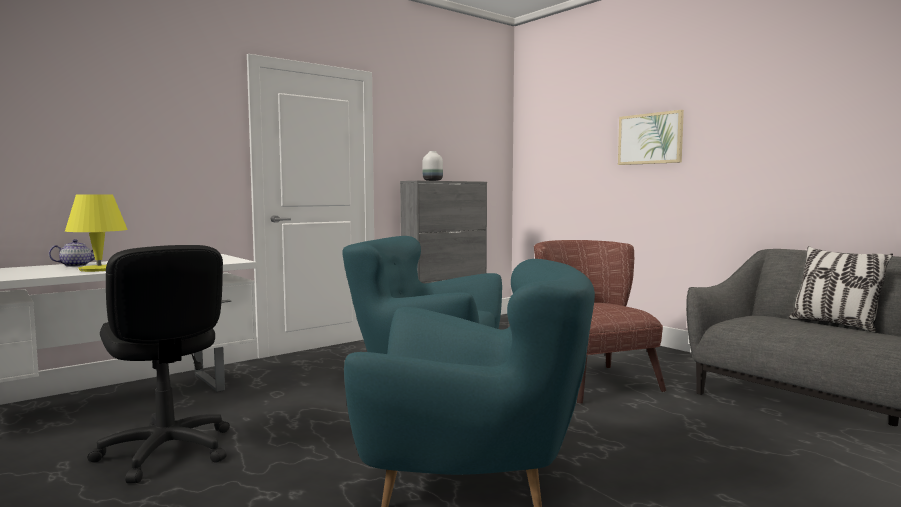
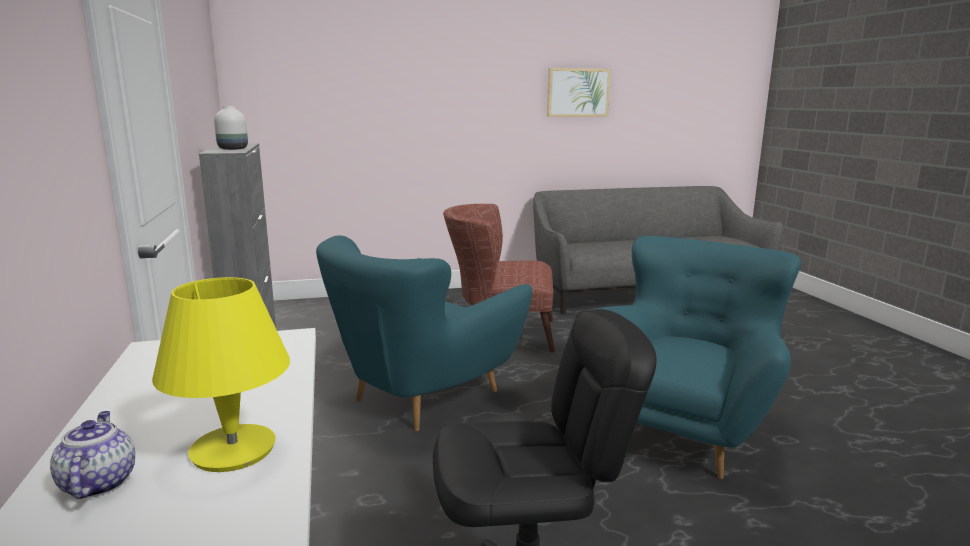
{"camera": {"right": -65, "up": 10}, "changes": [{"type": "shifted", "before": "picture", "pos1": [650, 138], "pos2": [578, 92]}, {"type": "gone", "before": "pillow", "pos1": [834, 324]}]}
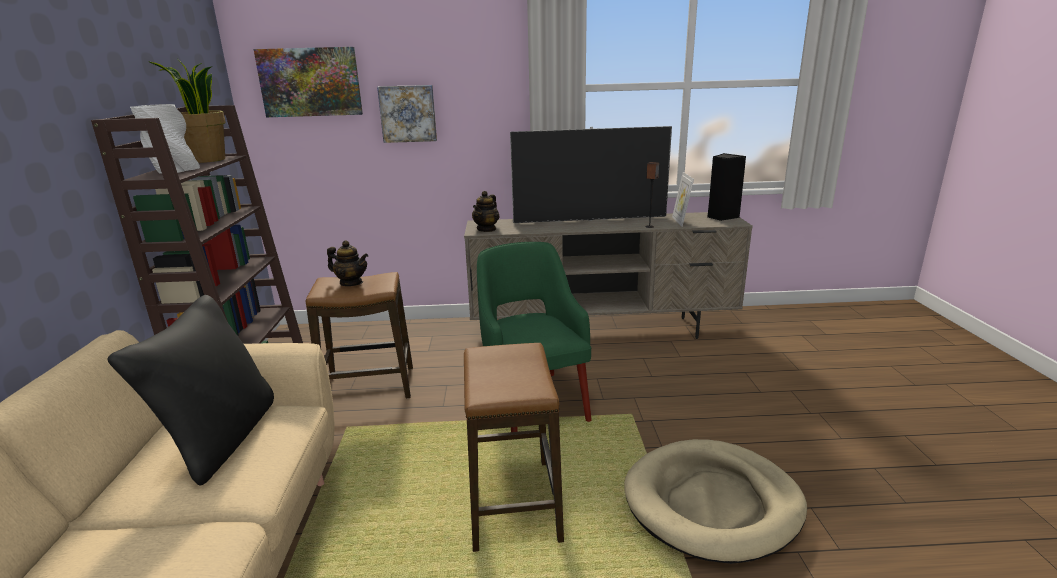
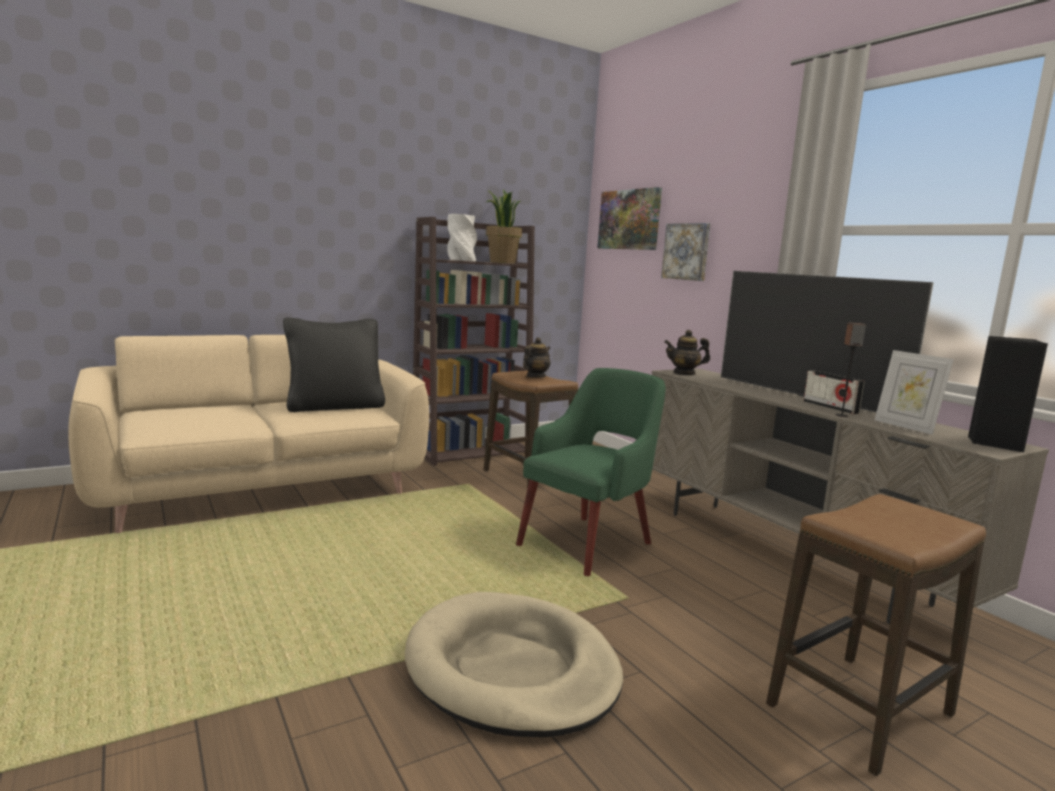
{"camera": {"right": 60, "up": -10}, "changes": [{"type": "rotated", "before": "picture frame", "pos1": [680, 221], "pos2": [905, 426], "turn": -90}, {"type": "rotated", "before": "teapot", "pos1": [351, 283], "pos2": [535, 377], "turn": -135}, {"type": "shifted", "before": "stool", "pos1": [513, 503], "pos2": [860, 710]}, {"type": "new", "after": "radio", "pos2": [830, 407]}]}
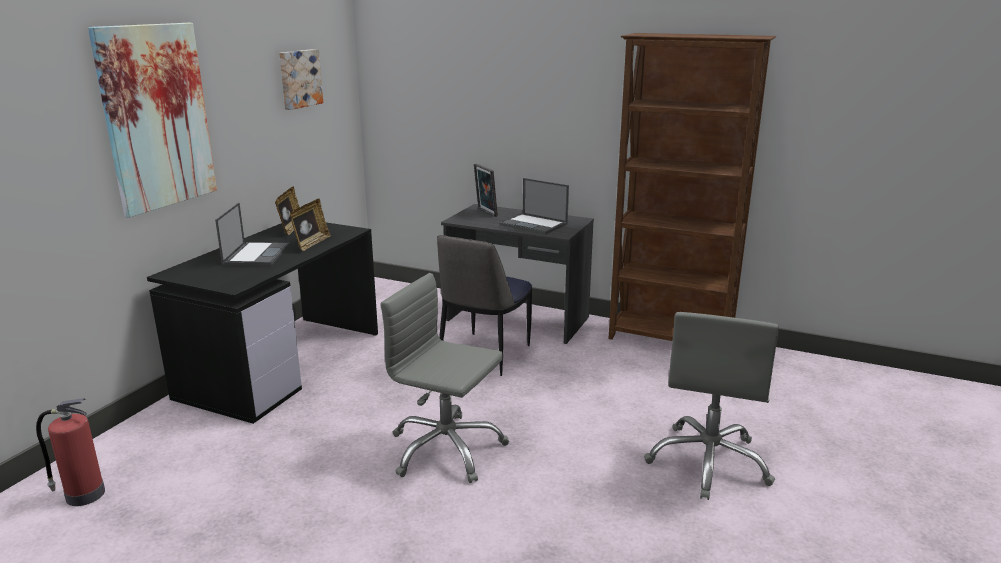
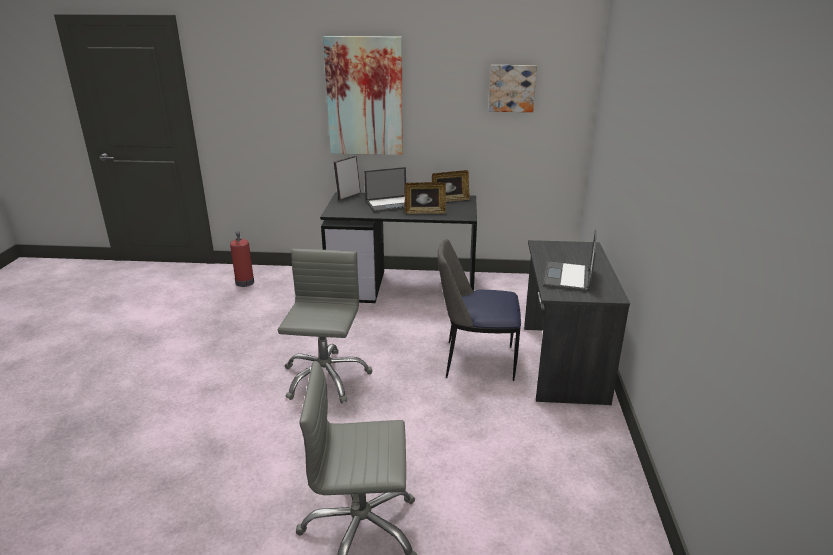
{"camera": {"right": 70, "up": 5}, "changes": [{"type": "gone", "before": "brown bookcase", "pos1": [671, 340]}, {"type": "shifted", "before": "picture frame", "pos1": [485, 212], "pos2": [348, 196]}]}
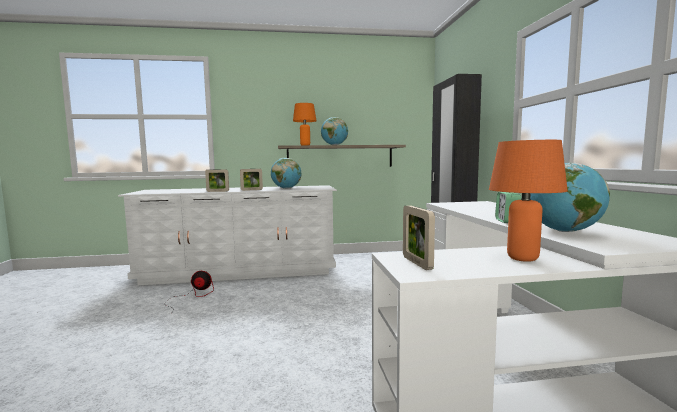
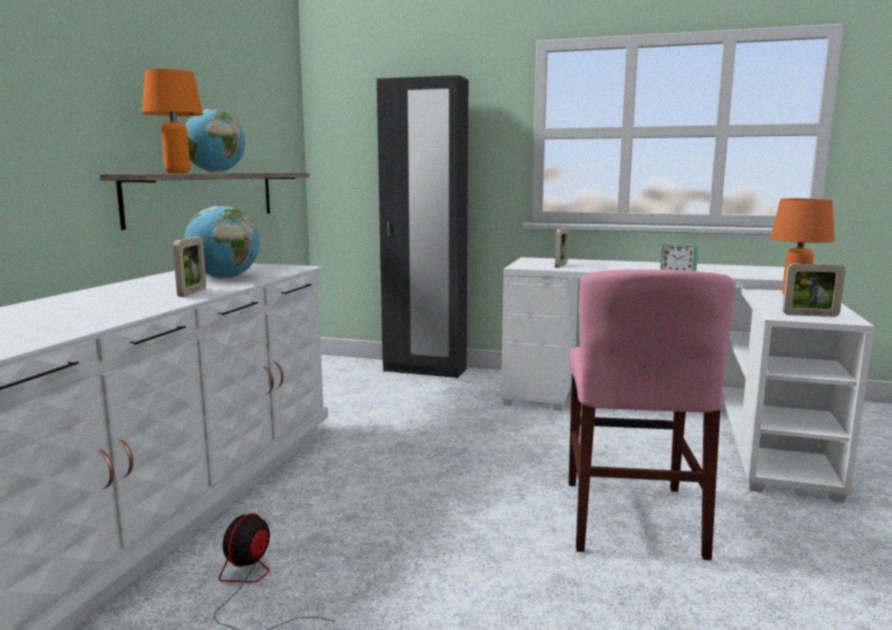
{"camera": {"right": -65, "up": 5}, "changes": [{"type": "gone", "before": "globe", "pos1": [564, 231]}, {"type": "shifted", "before": "picture frame", "pos1": [217, 191], "pos2": [561, 265]}, {"type": "new", "after": "pink chair", "pos2": [631, 517]}]}
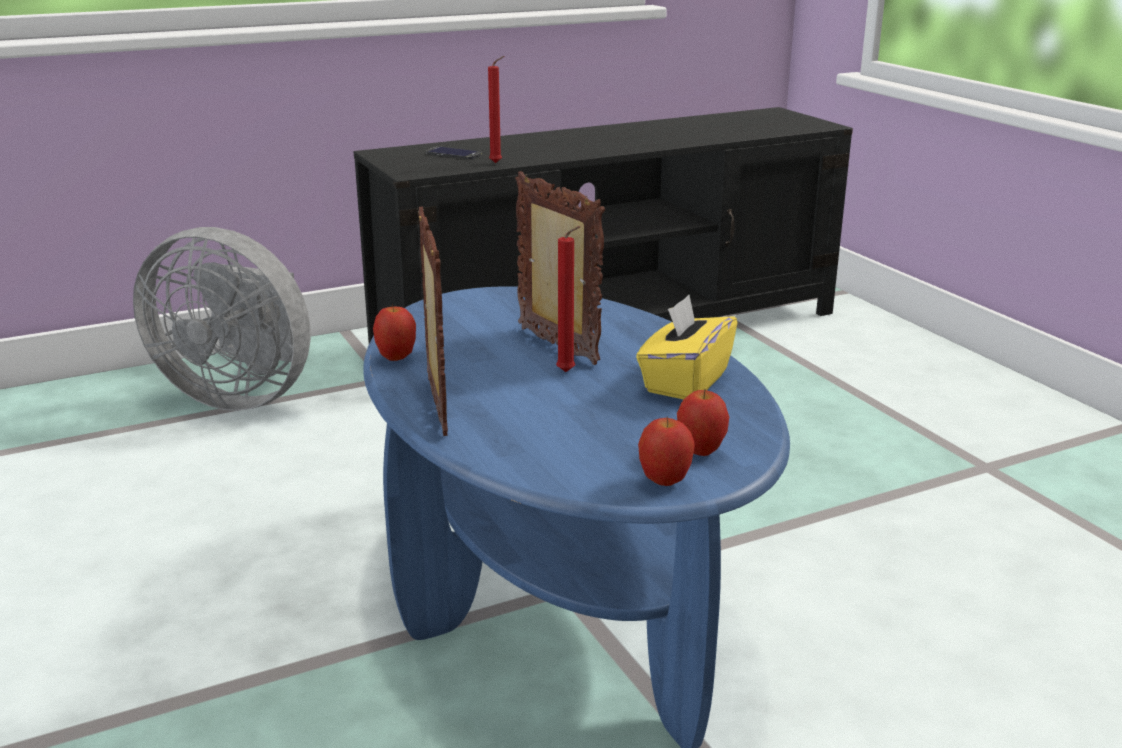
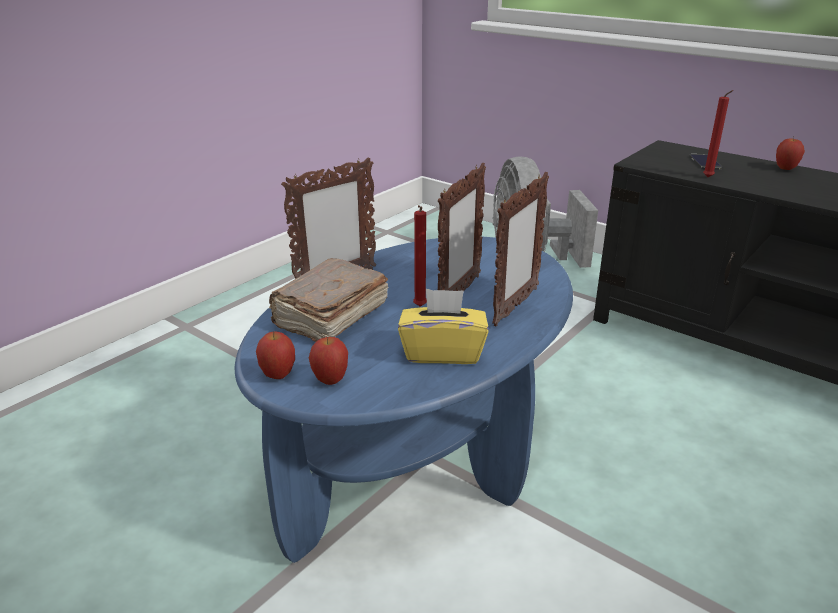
{"camera": {"right": 65, "up": 5}, "changes": [{"type": "shifted", "before": "apple", "pos1": [396, 358], "pos2": [785, 169]}, {"type": "new", "after": "picture frame", "pos2": [515, 307]}, {"type": "new", "after": "brown book", "pos2": [329, 317]}]}
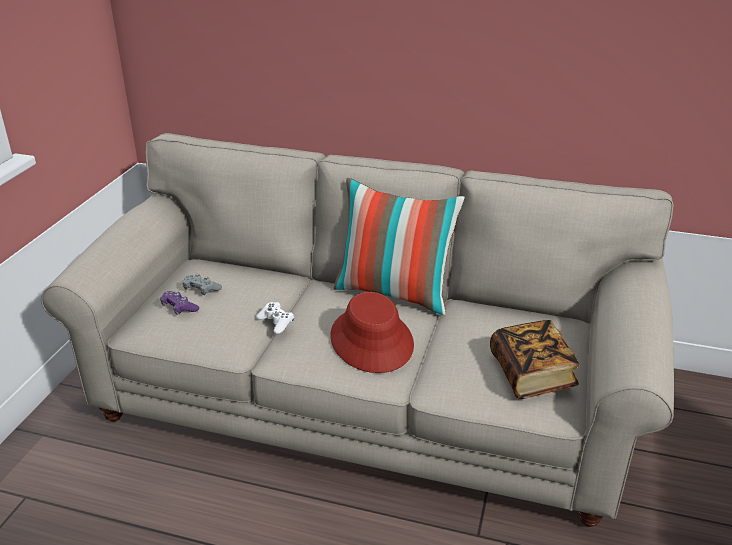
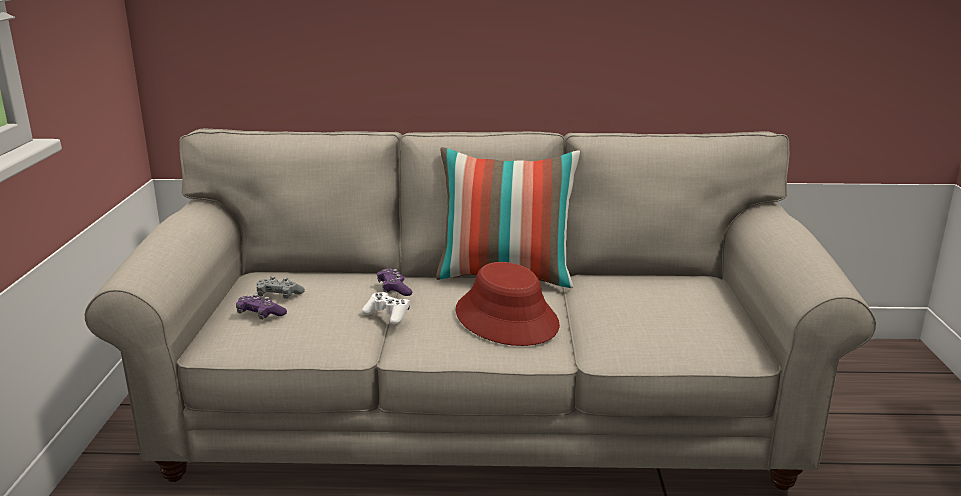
{"camera": {"right": -15, "up": -10}, "changes": [{"type": "gone", "before": "book", "pos1": [531, 374]}, {"type": "new", "after": "purple game controller", "pos2": [394, 289]}]}
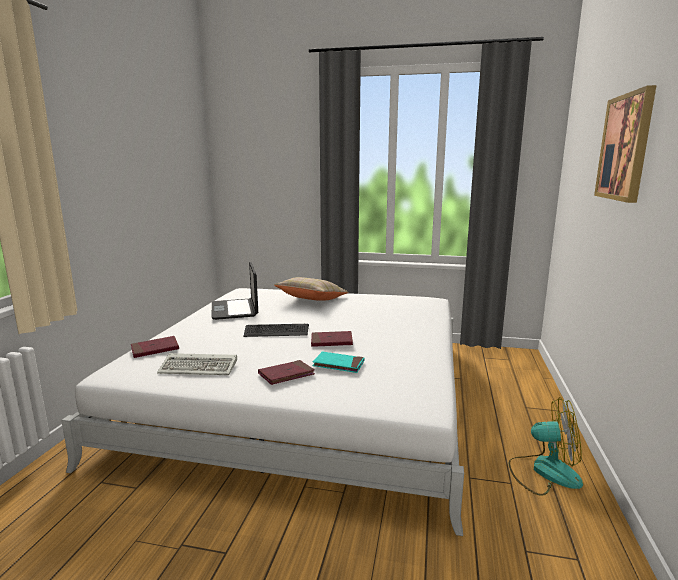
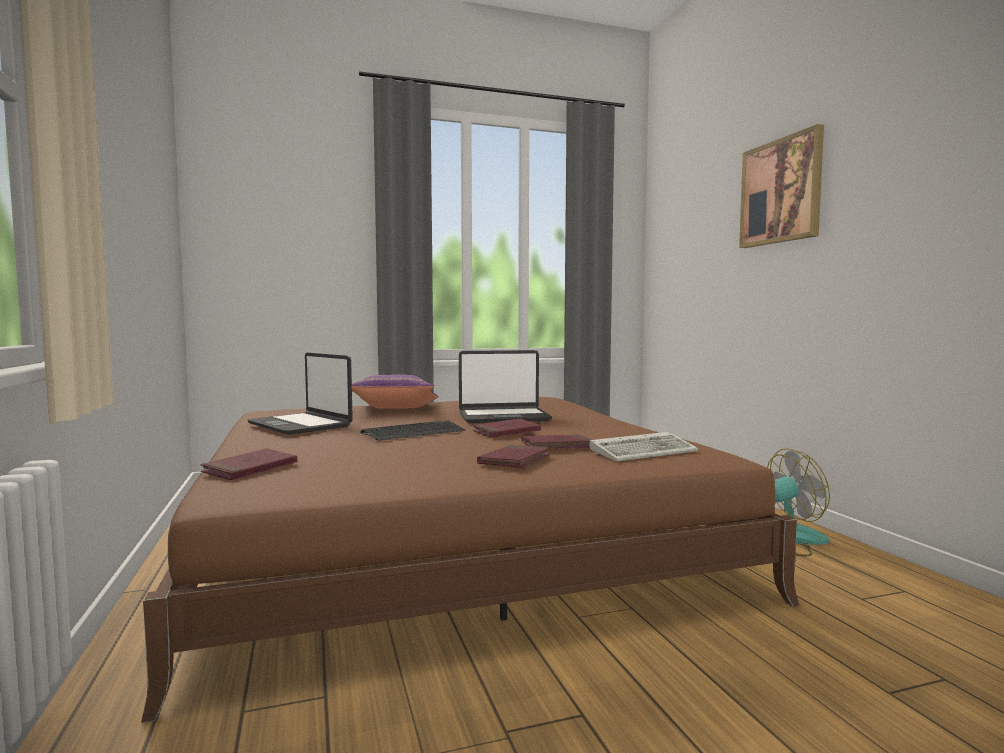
{"camera": {"right": -30, "up": -10}, "changes": [{"type": "repainted", "before": "beige pillow", "after": "purple pillow", "pos1": [312, 300], "pos2": [396, 409]}, {"type": "repainted", "before": "white bed", "after": "brown bed", "pos1": [306, 396], "pos2": [447, 534]}, {"type": "repainted", "before": "turquoise book", "after": "red book", "pos1": [338, 364], "pos2": [557, 446]}, {"type": "shifted", "before": "keyboard", "pos1": [200, 367], "pos2": [644, 451]}, {"type": "new", "after": "laptop", "pos2": [503, 417]}]}
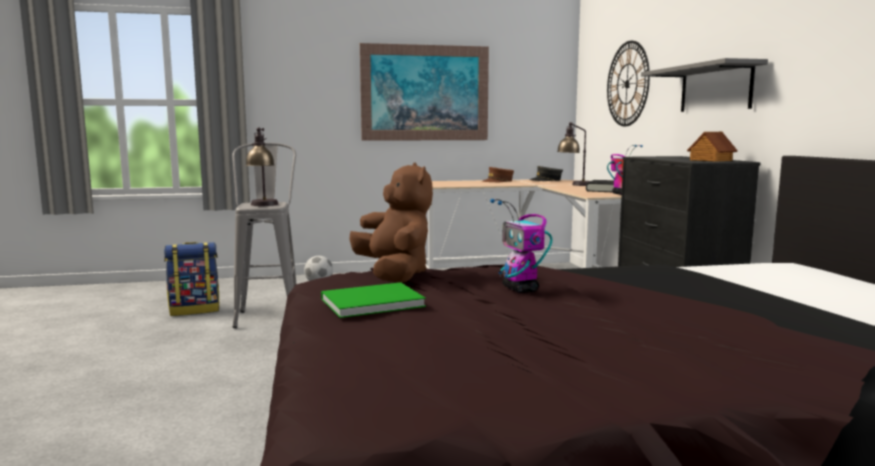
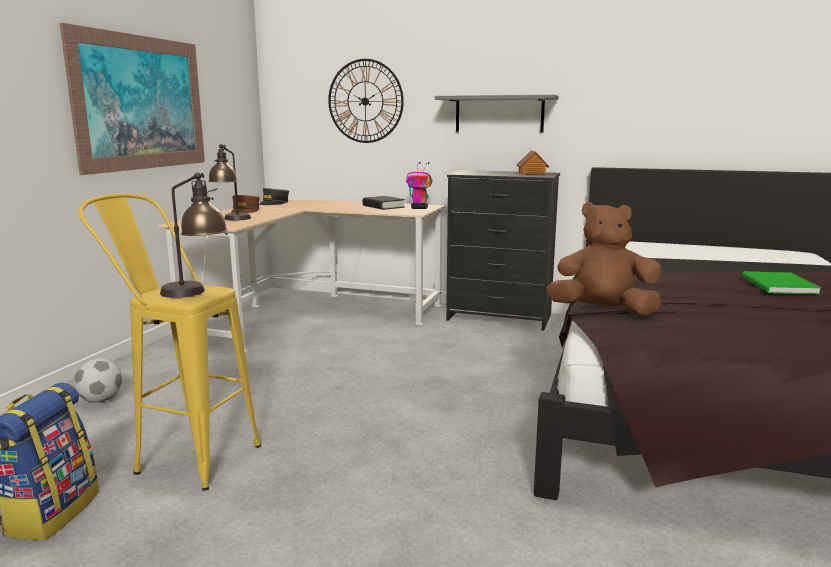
{"camera": {"right": -60, "up": 5}, "changes": [{"type": "shifted", "before": "table lamp", "pos1": [575, 185], "pos2": [232, 220]}, {"type": "repainted", "before": "grey stool", "after": "yellow stool", "pos1": [269, 314], "pos2": [184, 456]}, {"type": "gone", "before": "toy robot", "pos1": [520, 289]}, {"type": "shifted", "before": "green book", "pos1": [368, 302], "pos2": [778, 285]}]}
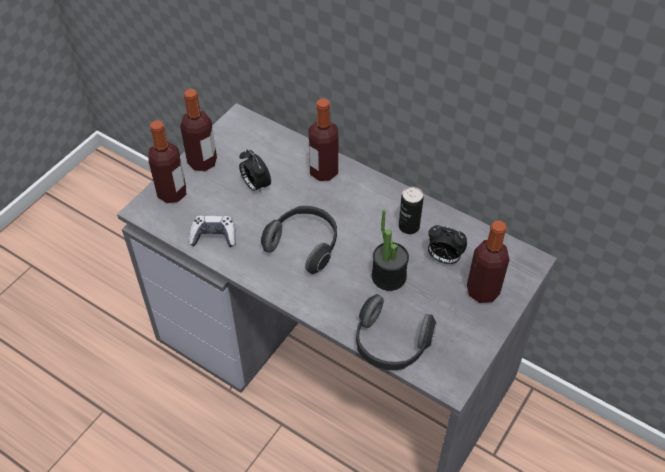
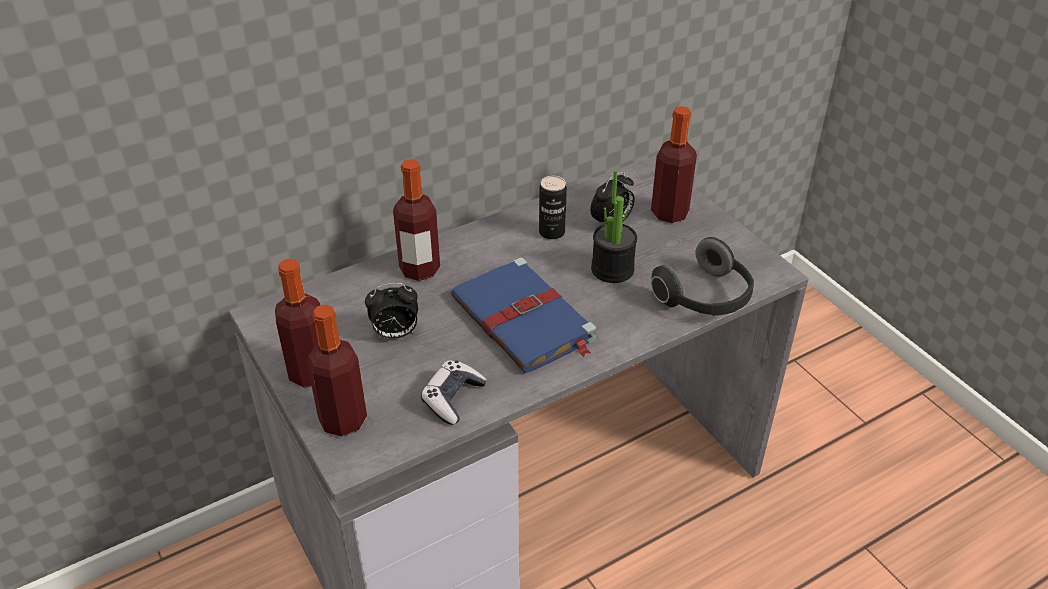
{"camera": {"right": -65, "up": -10}, "changes": [{"type": "swapped", "before": "headphones", "after": "blue book", "pos1": [304, 245], "pos2": [524, 320]}]}
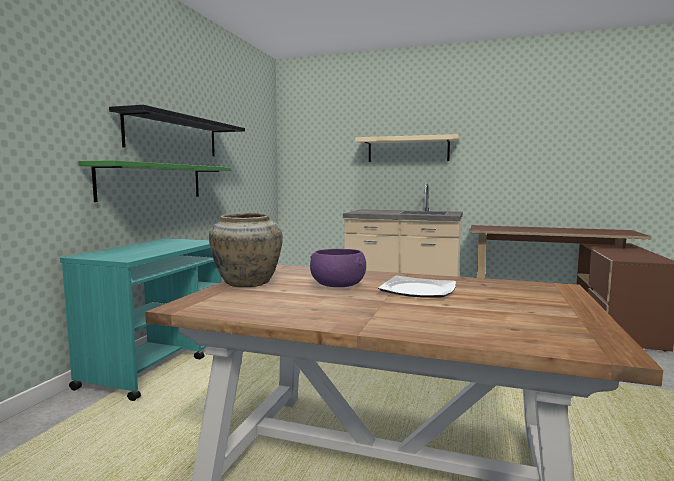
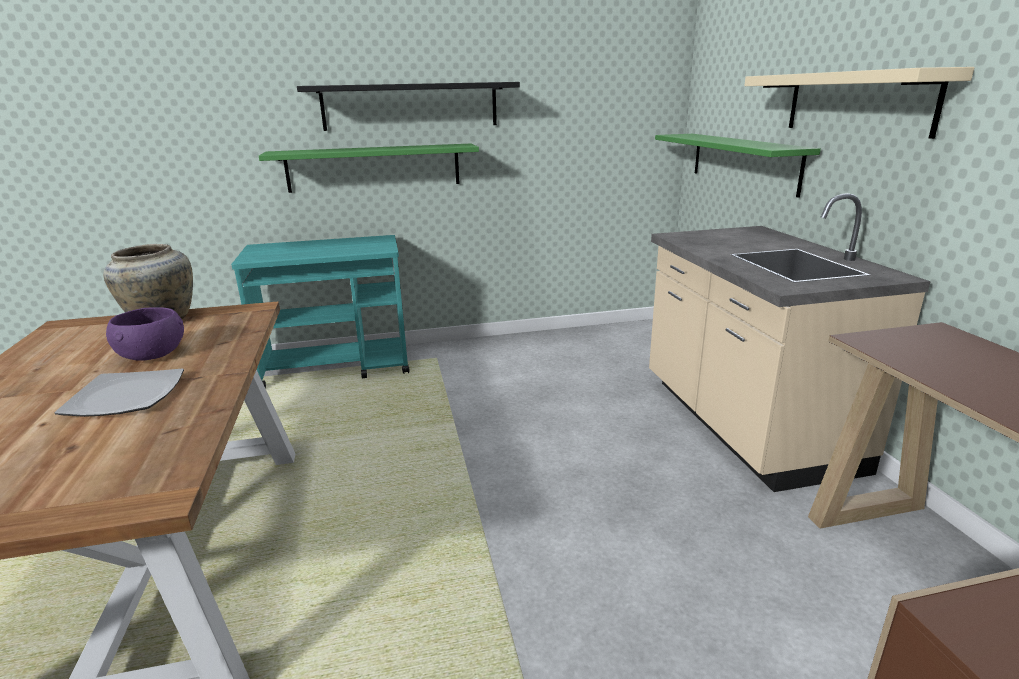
{"camera": {"right": 60, "up": 15}, "changes": [{"type": "new", "after": "green shelf", "pos2": [743, 162]}]}
